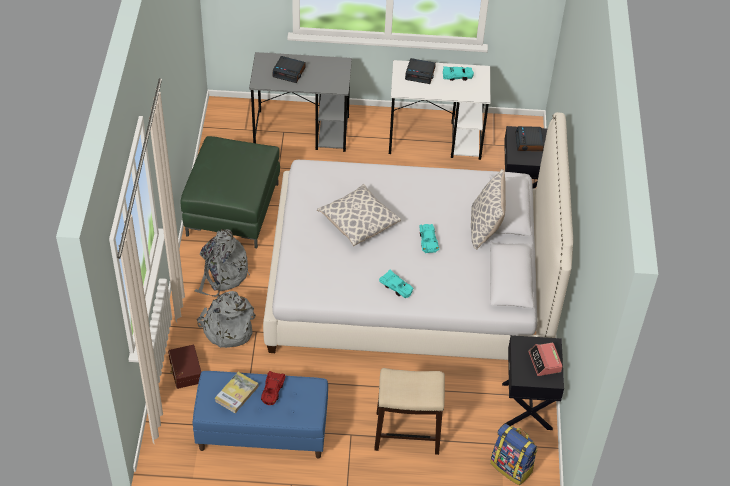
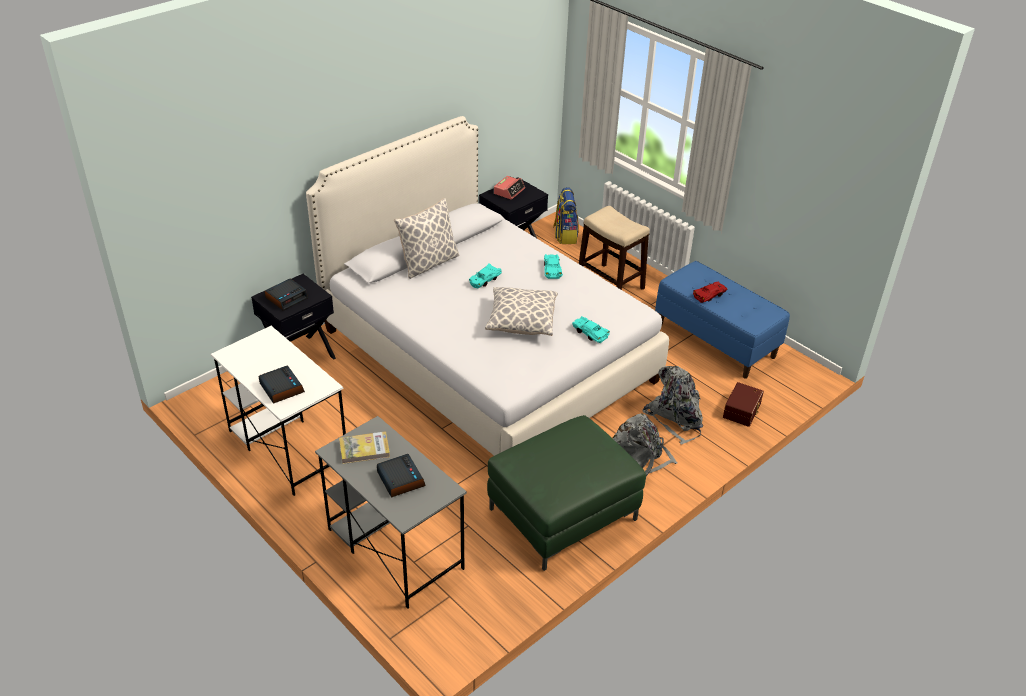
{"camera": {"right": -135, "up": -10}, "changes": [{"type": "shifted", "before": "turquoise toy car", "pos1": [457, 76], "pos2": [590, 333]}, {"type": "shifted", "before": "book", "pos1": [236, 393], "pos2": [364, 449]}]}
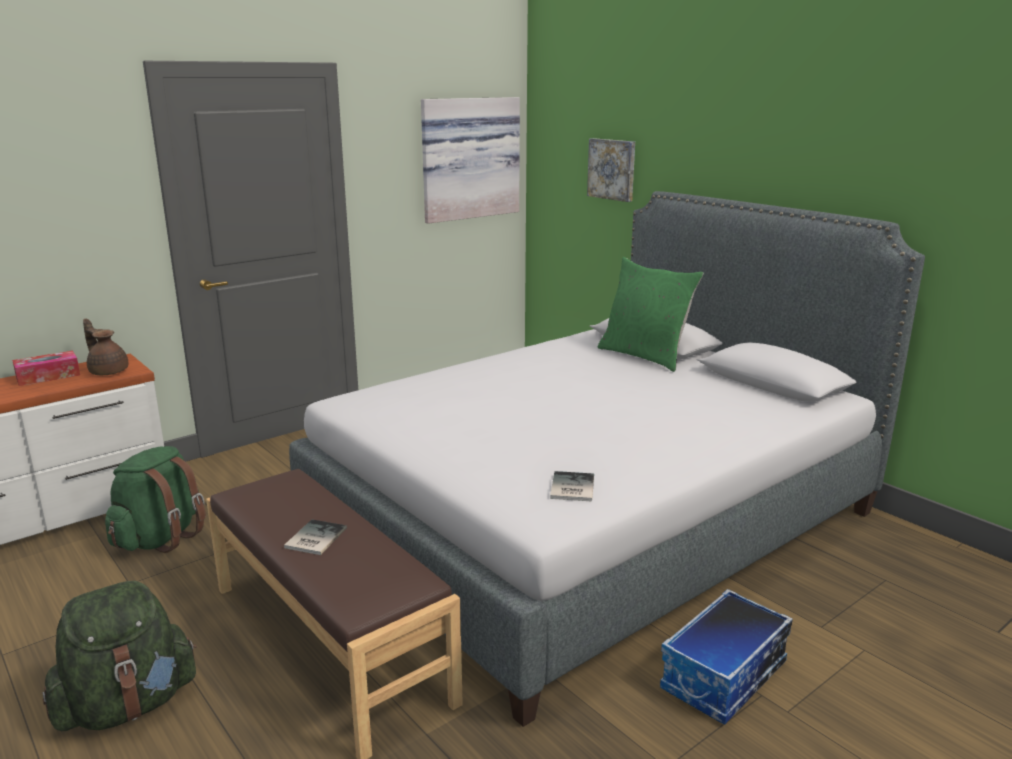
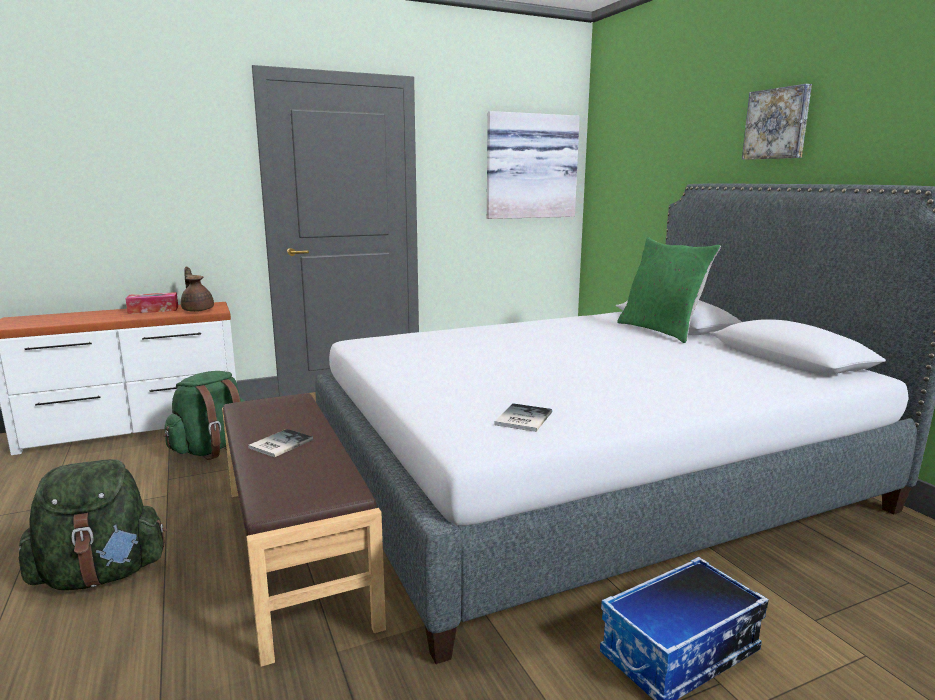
{"camera": {"right": 15, "up": -5}, "changes": [{"type": "shifted", "before": "picture", "pos1": [612, 169], "pos2": [777, 124]}]}
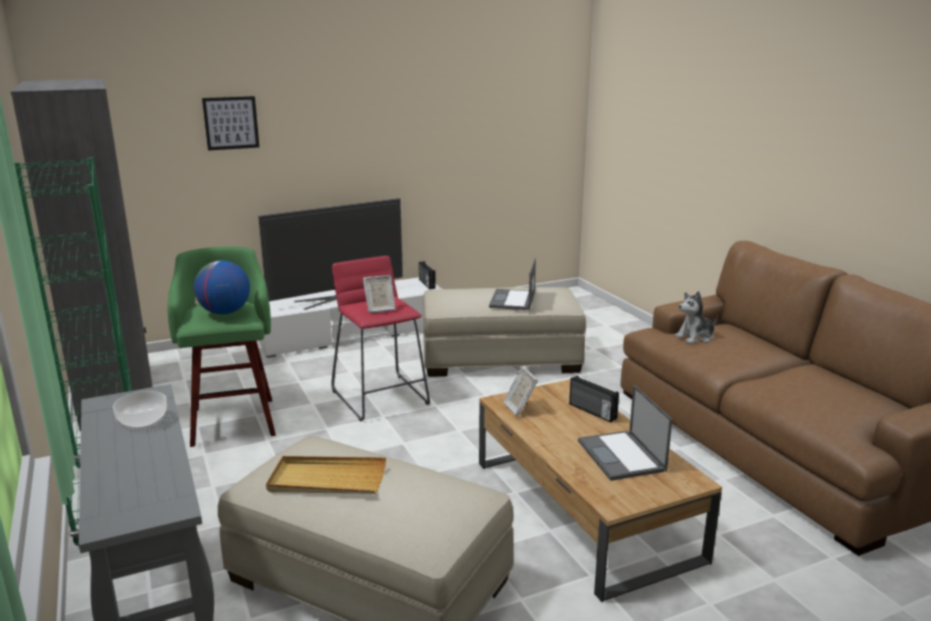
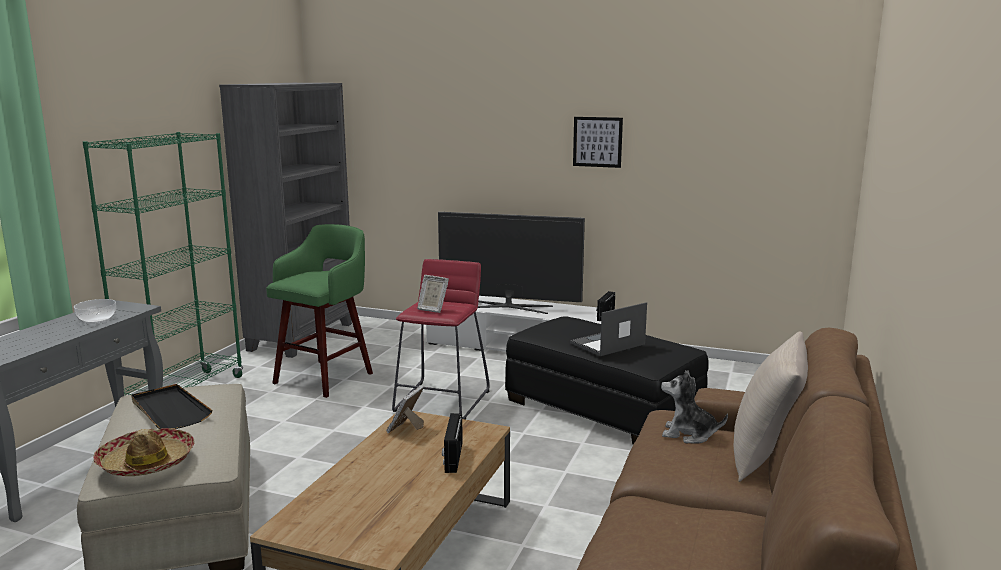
{"camera": {"right": 45, "up": -5}, "changes": [{"type": "shifted", "before": "picture", "pos1": [231, 123], "pos2": [597, 142]}, {"type": "gone", "before": "globe", "pos1": [224, 312]}, {"type": "repainted", "before": "beige ottoman", "after": "black ottoman", "pos1": [500, 357], "pos2": [602, 408]}, {"type": "gone", "before": "laptop", "pos1": [622, 456]}, {"type": "repainted", "before": "beige tray", "after": "black tray", "pos1": [327, 480], "pos2": [169, 410]}, {"type": "new", "after": "beige pillow", "pos2": [765, 456]}, {"type": "new", "after": "hat", "pos2": [146, 462]}]}
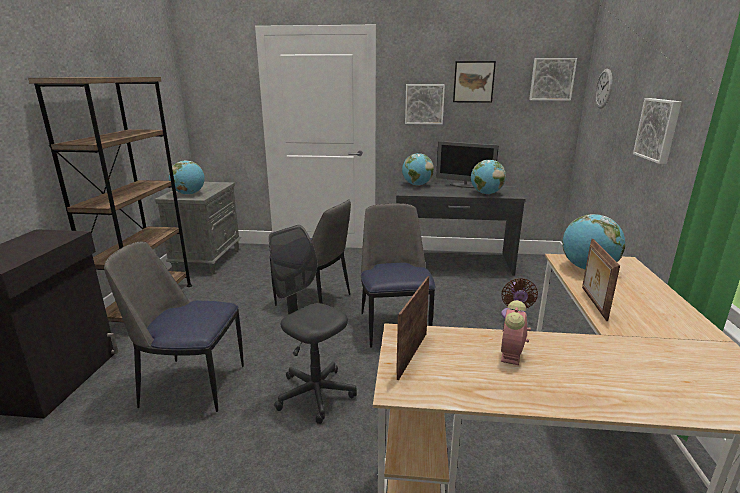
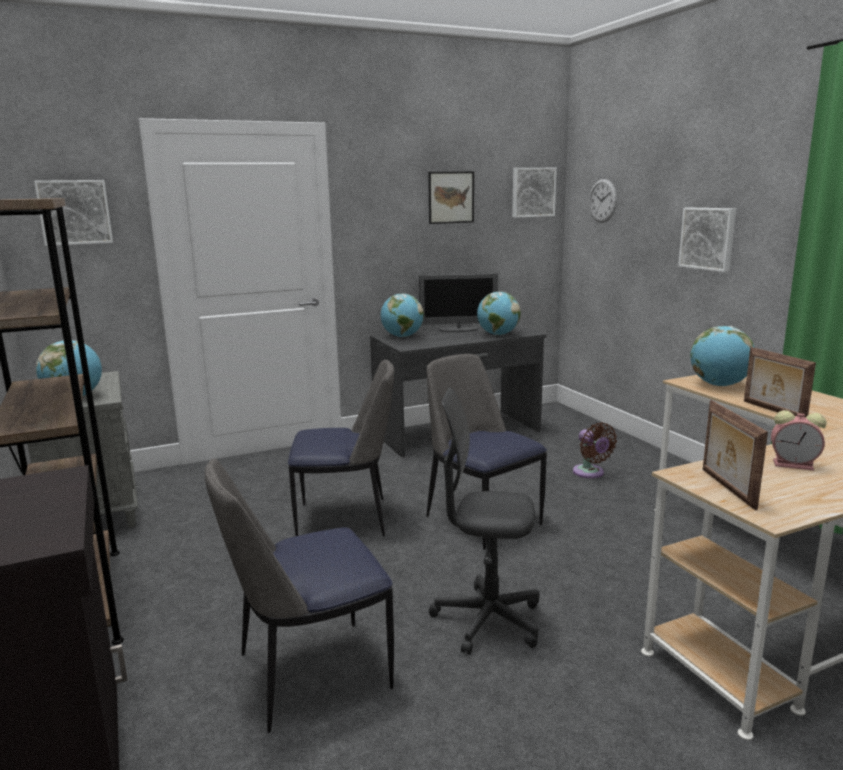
{"camera": {"right": -30, "up": -5}, "changes": [{"type": "shifted", "before": "picture", "pos1": [424, 104], "pos2": [75, 212]}, {"type": "rotated", "before": "alarm clock", "pos1": [511, 355], "pos2": [795, 465], "turn": -60}]}
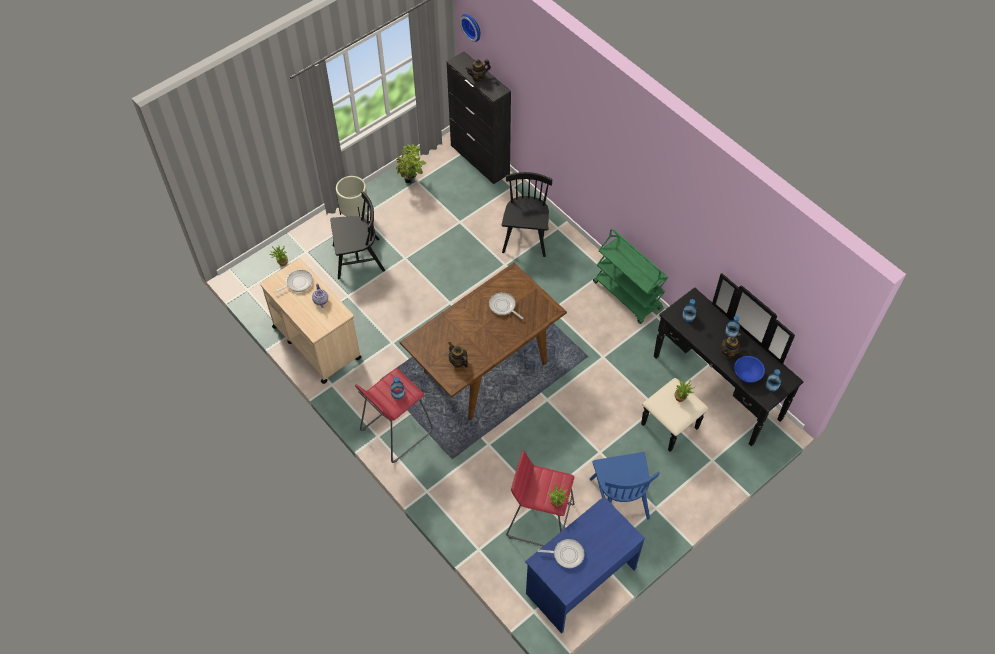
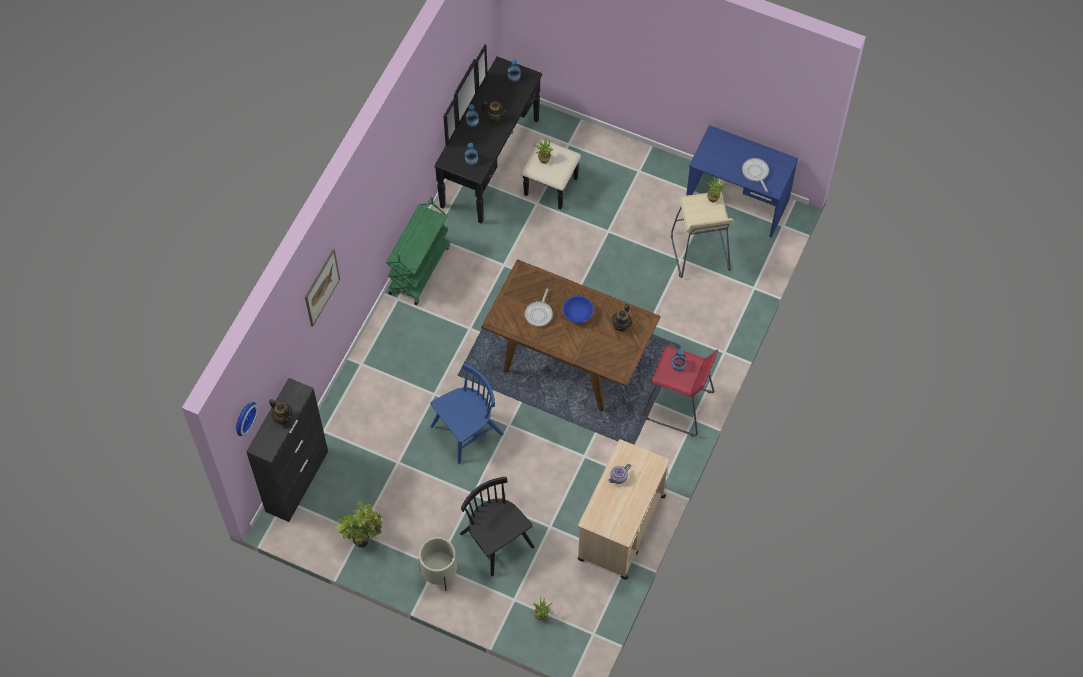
{"camera": {"right": -115, "up": 5}, "changes": [{"type": "gone", "before": "black chair", "pos1": [526, 237]}, {"type": "gone", "before": "frying pan", "pos1": [298, 283]}, {"type": "shifted", "before": "blue bowl", "pos1": [747, 374], "pos2": [578, 314]}, {"type": "repainted", "before": "red stool", "after": "beige stool", "pos1": [539, 519], "pos2": [699, 253]}, {"type": "shifted", "before": "blue chair", "pos1": [619, 498], "pos2": [466, 431]}, {"type": "new", "after": "picture", "pos2": [322, 287]}]}
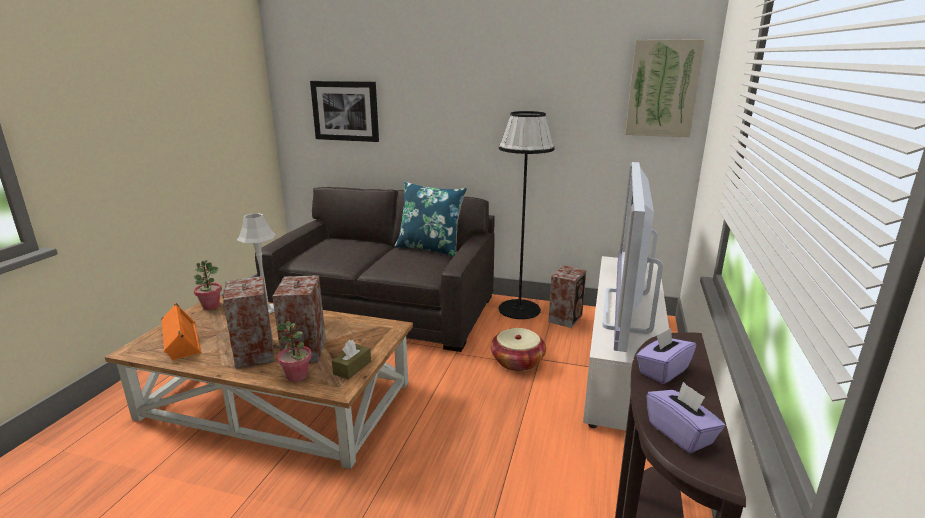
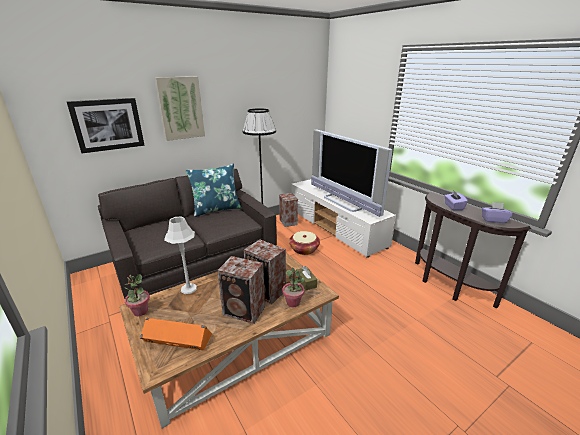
{"camera": {"right": -50, "up": 5}, "changes": [{"type": "shifted", "before": "picture", "pos1": [662, 89], "pos2": [181, 108]}]}
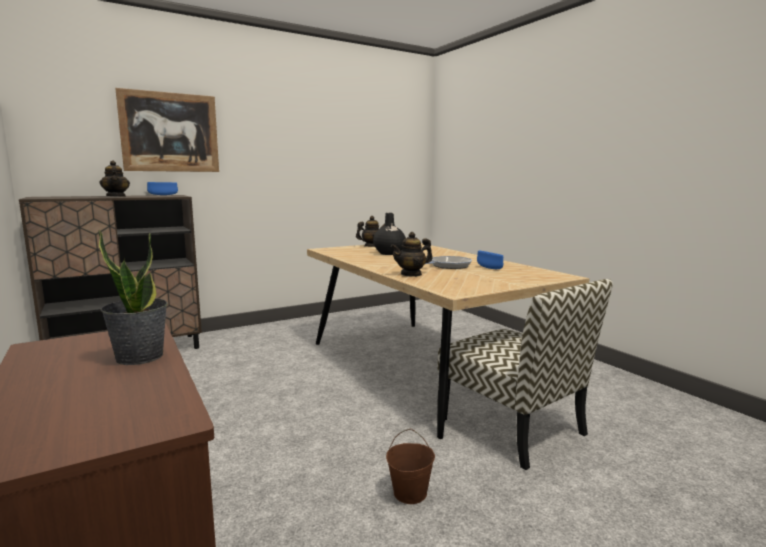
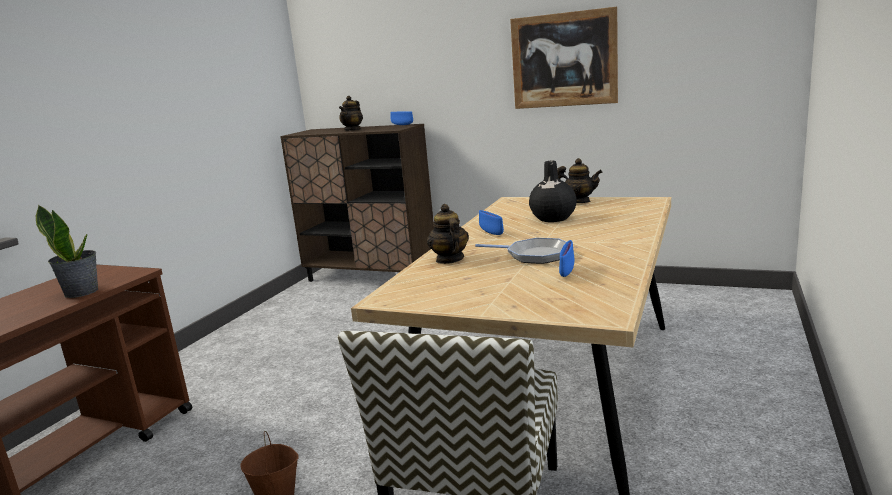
{"camera": {"right": 55, "up": 5}, "changes": [{"type": "shifted", "before": "picture", "pos1": [170, 132], "pos2": [564, 60]}, {"type": "rotated", "before": "teapot", "pos1": [411, 274], "pos2": [449, 259], "turn": 45}, {"type": "new", "after": "blue bowl", "pos2": [491, 233]}]}
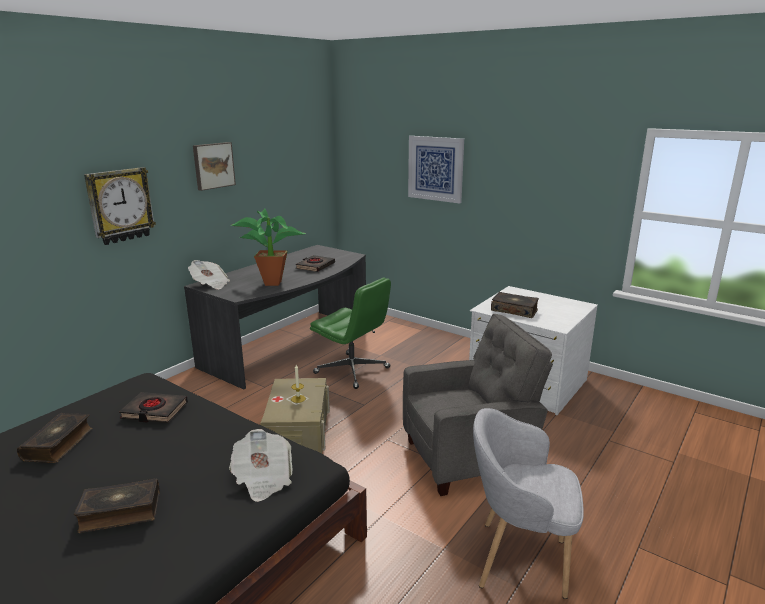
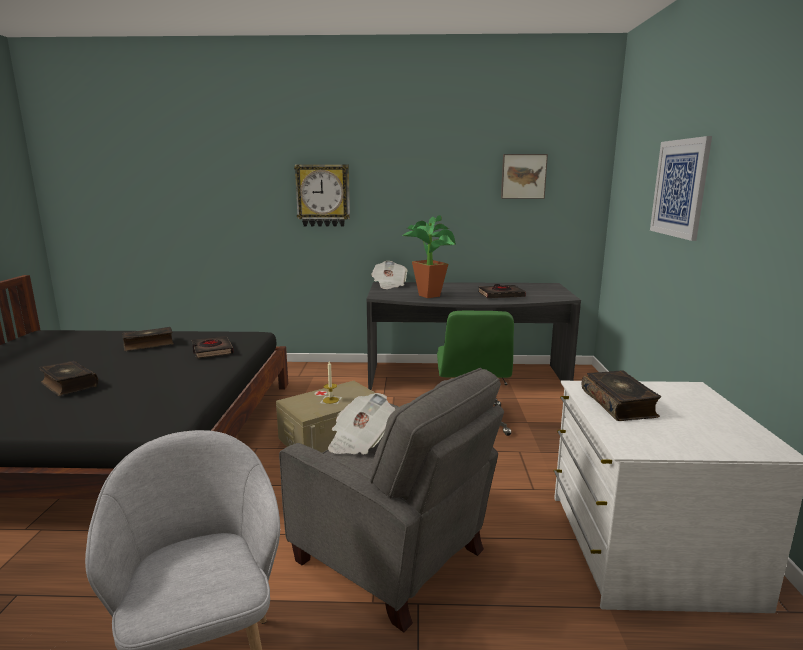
{"camera": {"right": 55, "up": -5}, "changes": [{"type": "shifted", "before": "picture", "pos1": [213, 165], "pos2": [523, 176]}, {"type": "shifted", "before": "newspaper", "pos1": [263, 479], "pos2": [360, 441]}]}
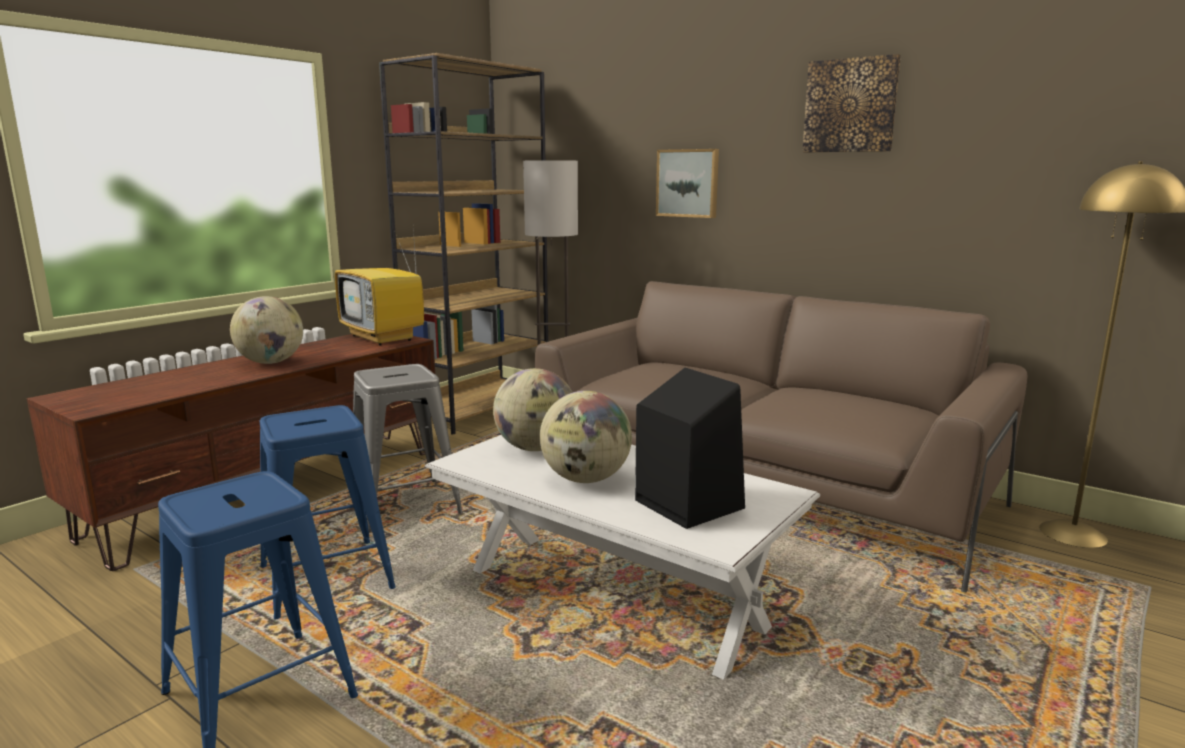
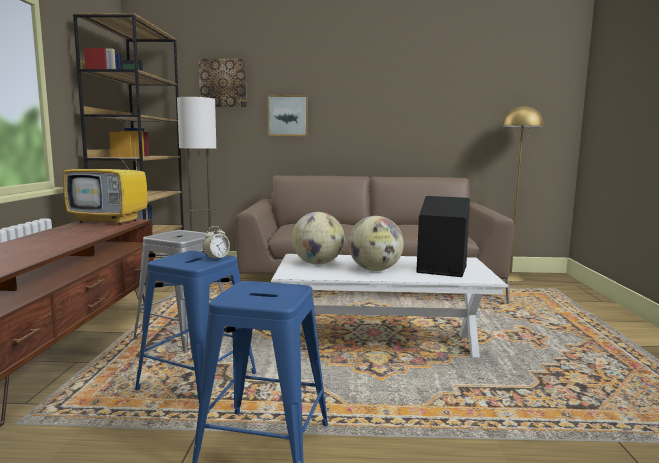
{"camera": {"right": -35, "up": -5}, "changes": [{"type": "shifted", "before": "picture", "pos1": [850, 106], "pos2": [223, 83]}, {"type": "gone", "before": "globe", "pos1": [271, 362]}, {"type": "new", "after": "alarm clock", "pos2": [216, 258]}]}
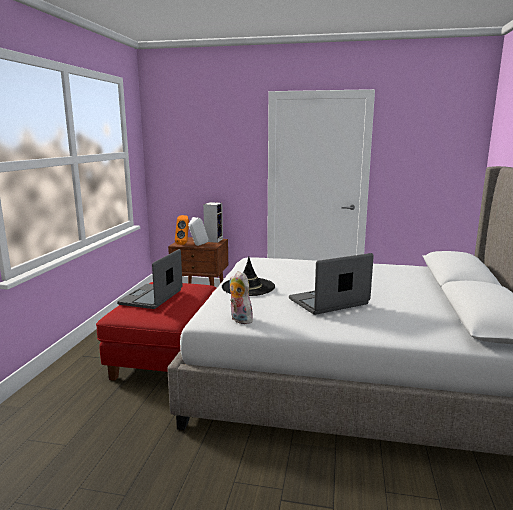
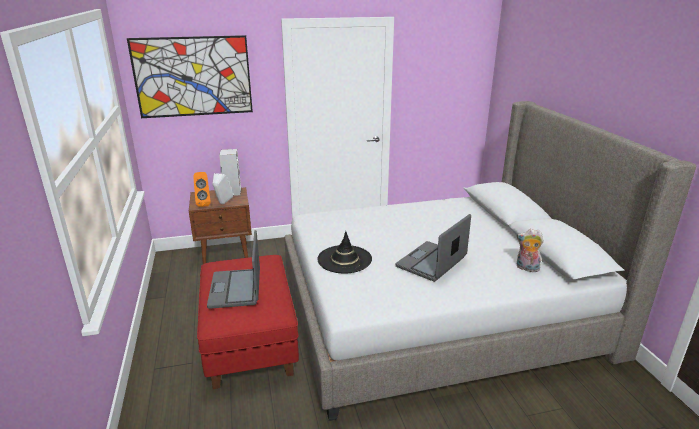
{"camera": {"right": -25, "up": 10}, "changes": [{"type": "shifted", "before": "plush toy", "pos1": [239, 320], "pos2": [526, 268]}, {"type": "new", "after": "picture", "pos2": [193, 77]}]}
